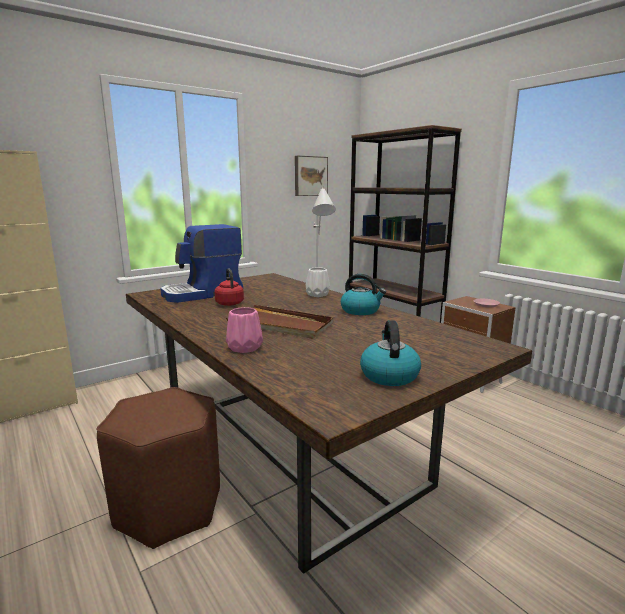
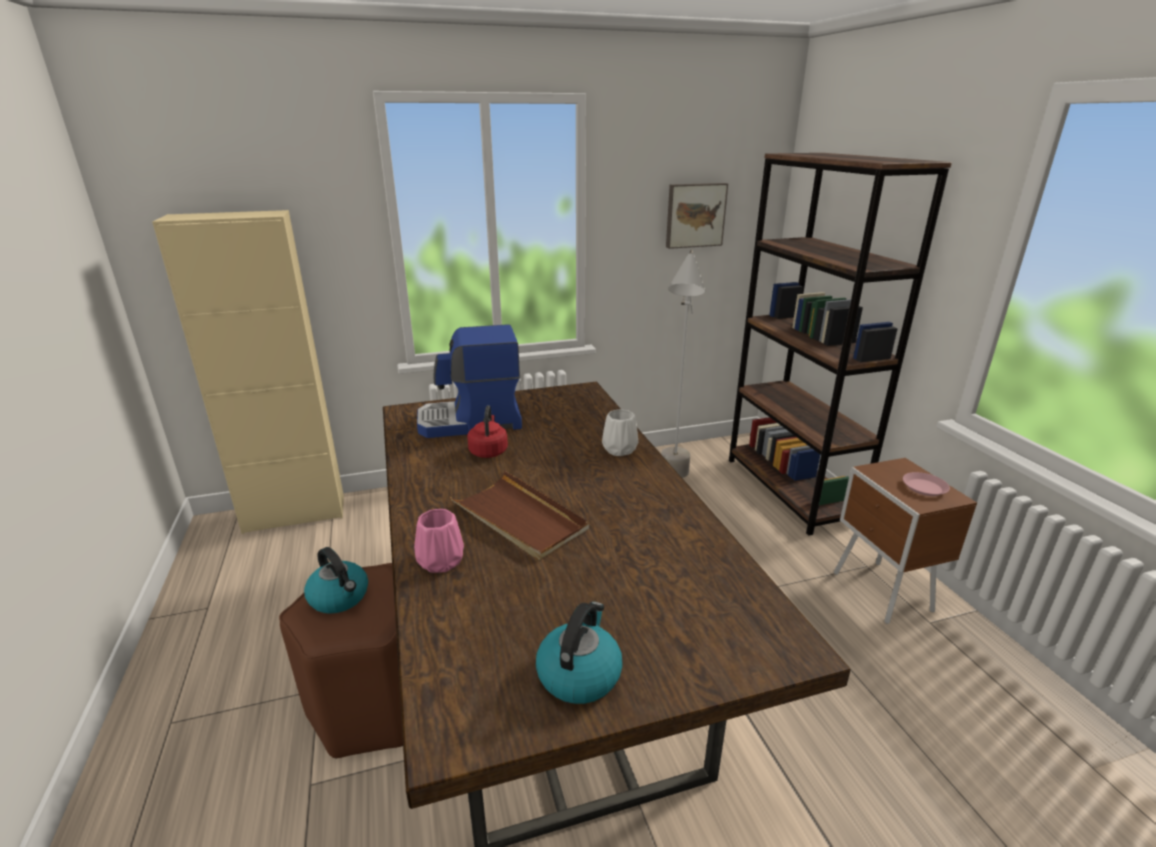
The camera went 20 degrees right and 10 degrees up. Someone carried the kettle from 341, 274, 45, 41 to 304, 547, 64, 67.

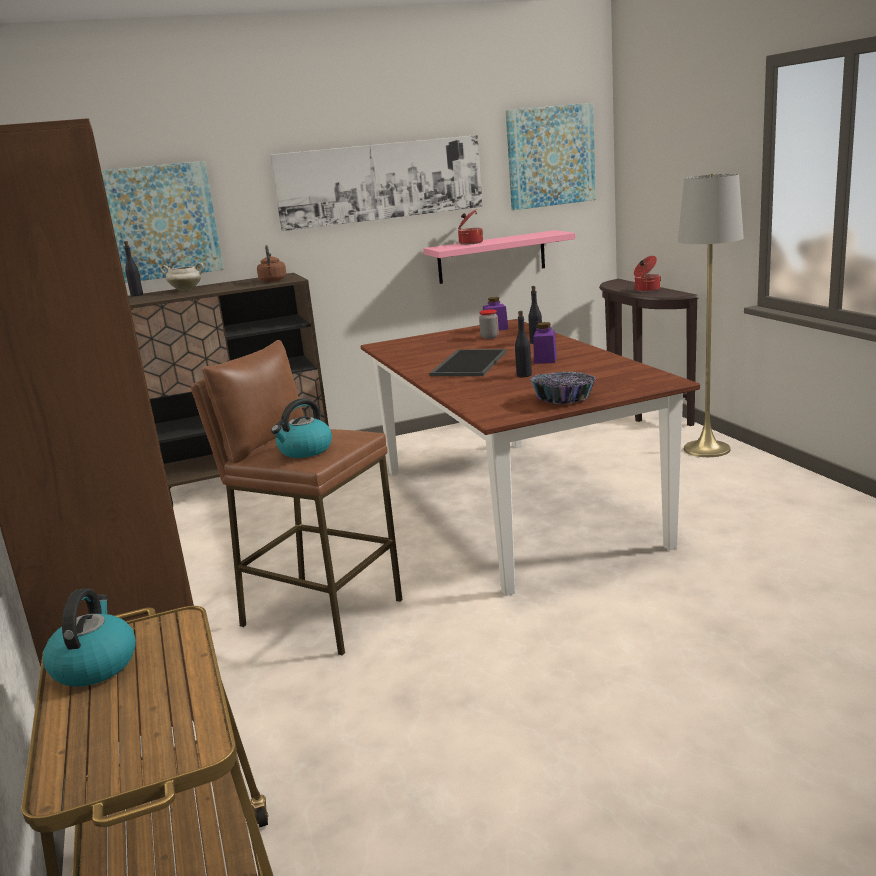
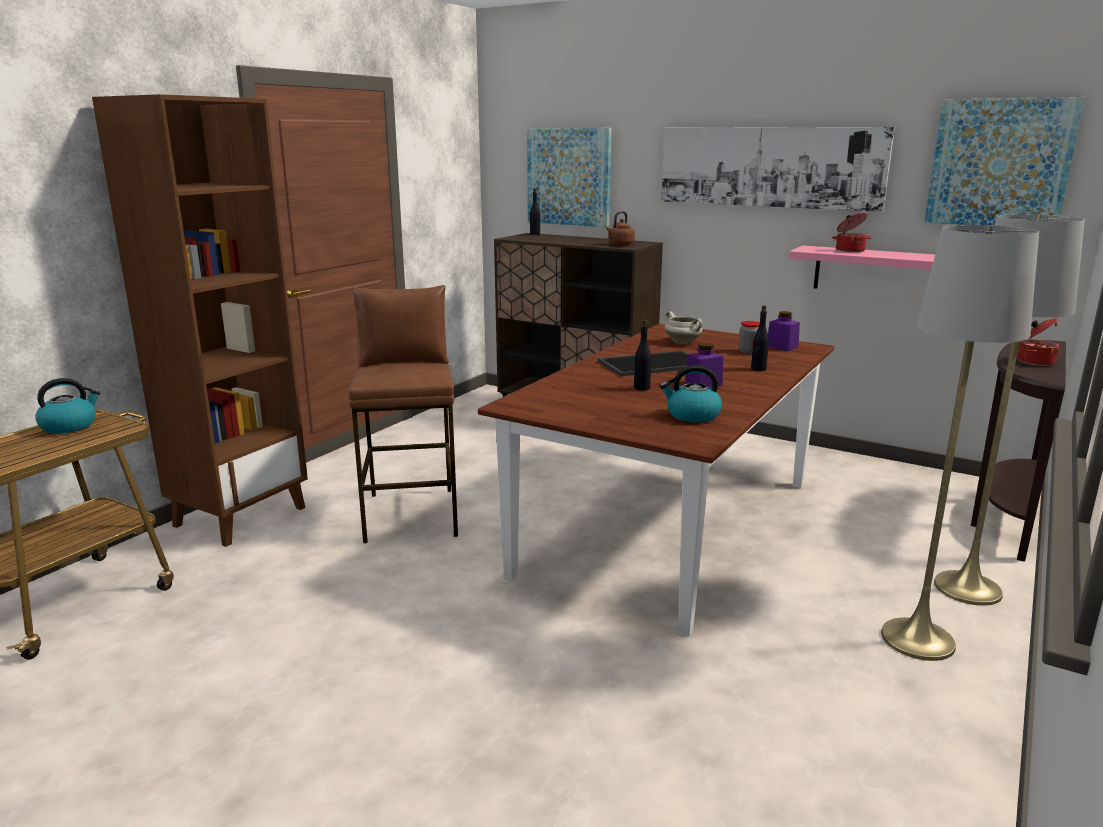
The camera went 50 degrees right and 0 degrees up. Someone carried the white cooking pot from 160, 262, 44, 29 to 664, 311, 39, 33. Someone carried the kettle from 271, 399, 61, 59 to 660, 365, 62, 57. Someone took away the bowl at 530, 372, 66, 32. Someone put down the grey floor lamp at 881, 225, 158, 436.

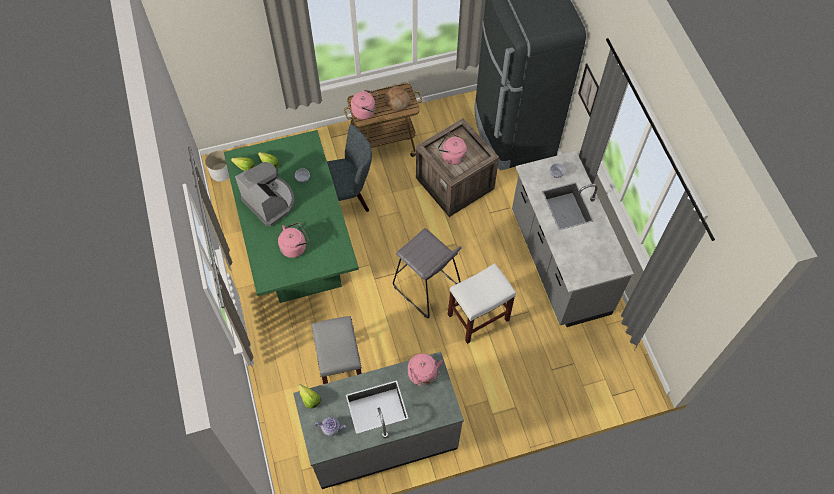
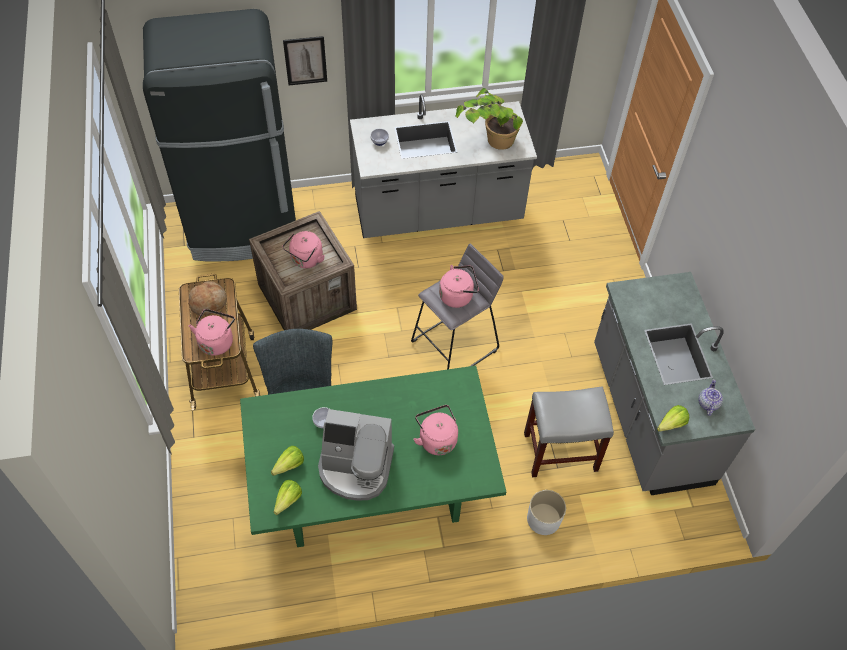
The camera went 85 degrees left and 5 degrees down. Someone carried the white planter from 205, 151, 24, 31 to 527, 490, 39, 45. Someone rotated the coffee machine at 235, 162, 60, 64 by 135 degrees counterclockwise. Someone carried the pink kettle from 408, 354, 35, 32 to 439, 265, 40, 43. Someone took away the white stool at 448, 263, 68, 81. Someone put down the potted plant at 456, 88, 67, 62.

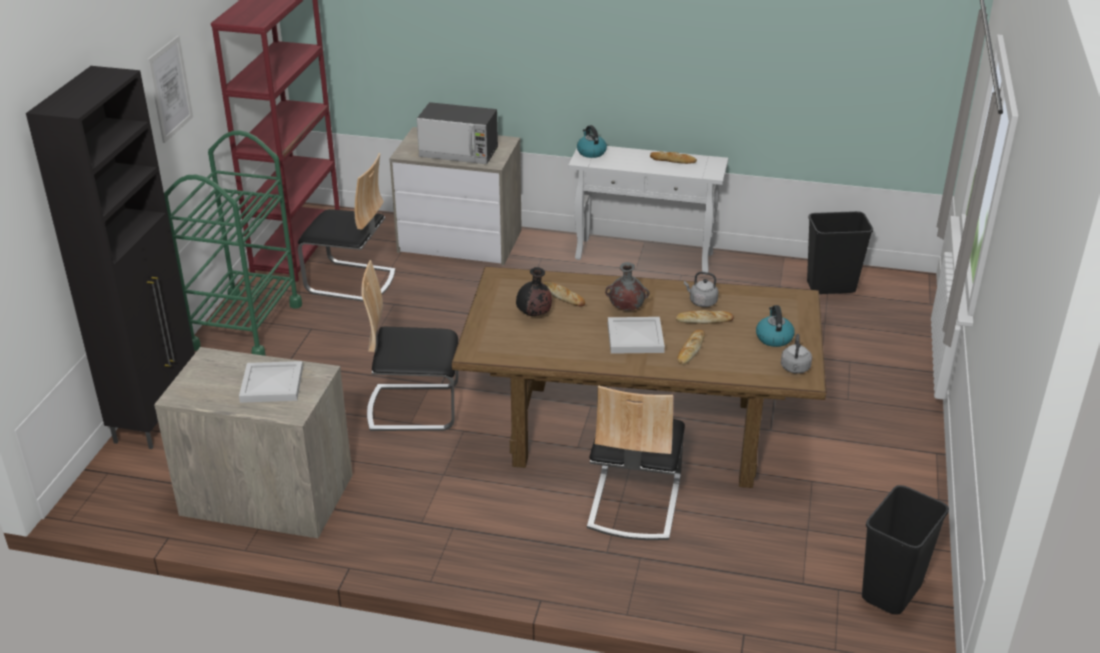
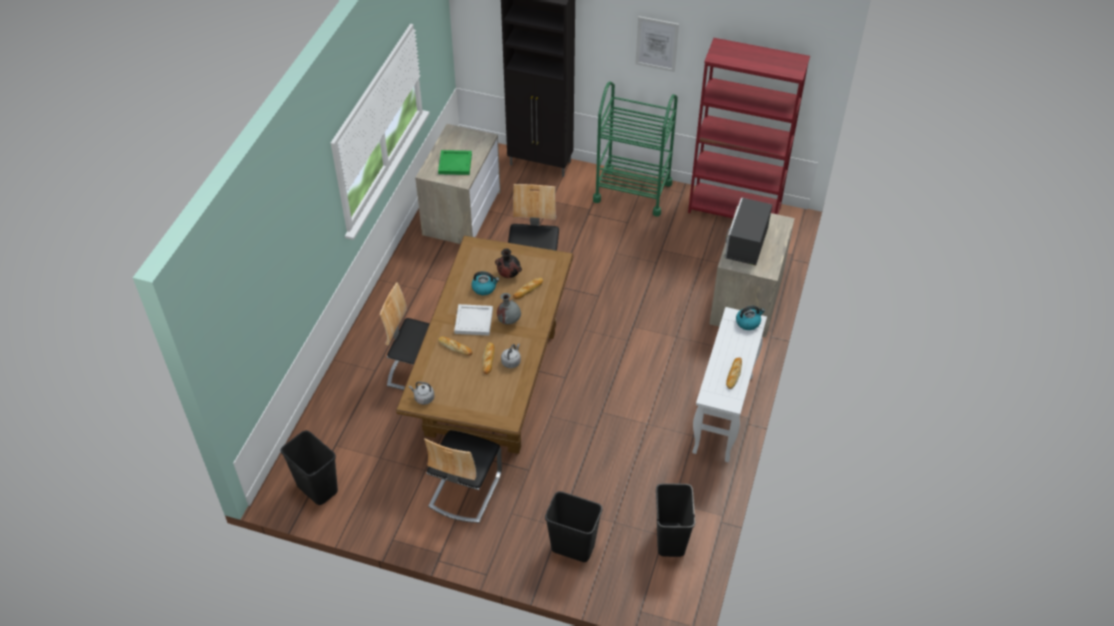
The camera went 95 degrees right and 15 degrees up. Someone repainted the white tray at 239, 361, 64, 42, which became the green tray at 438, 150, 34, 25. Someone carried the chair from 298, 153, 97, 149 to 424, 430, 78, 93. Someone carried the kettle from 756, 305, 39, 42 to 472, 271, 27, 24. Someone put down the black trash can at 545, 491, 58, 71.

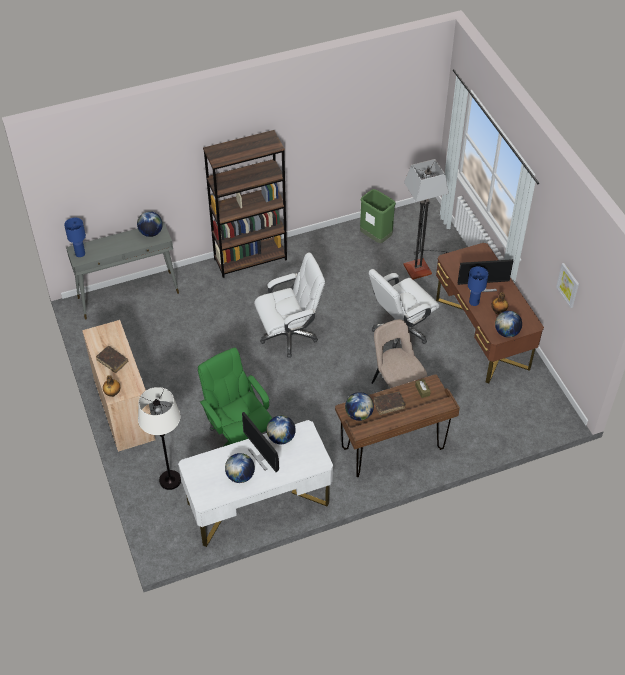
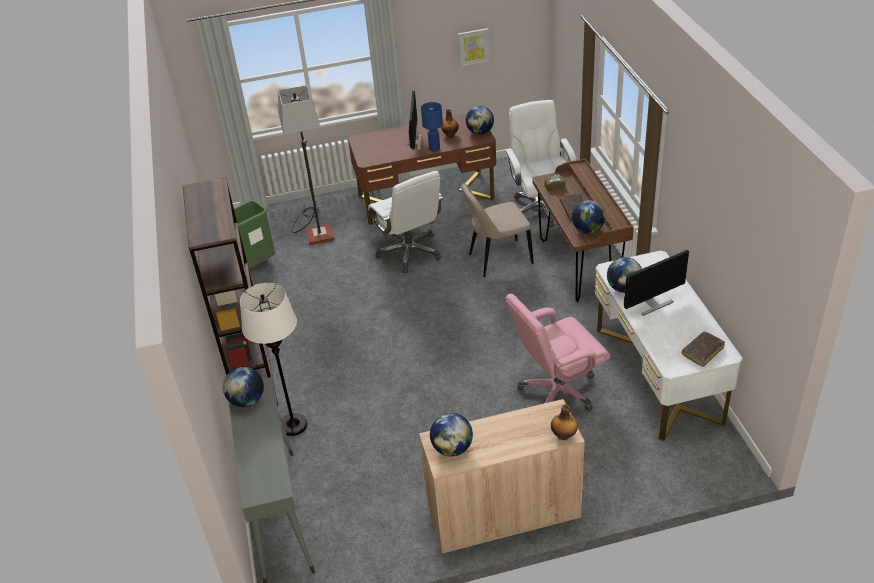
The camera went 80 degrees left and 10 degrees down. Someone took away the blue table lamp at 64, 218, 22, 39. Someone carried the brown book from 96, 346, 32, 27 to 682, 332, 43, 35. Someone carried the white floor lamp from 138, 387, 43, 103 to 240, 283, 68, 153. Someone repainted the green office chair at 198, 347, 74, 100, which became the pink office chair at 506, 294, 104, 117. Someone carried the globe from 225, 453, 30, 30 to 430, 413, 43, 43. Someone carried the white office chair from 254, 252, 71, 106 to 505, 100, 71, 127.

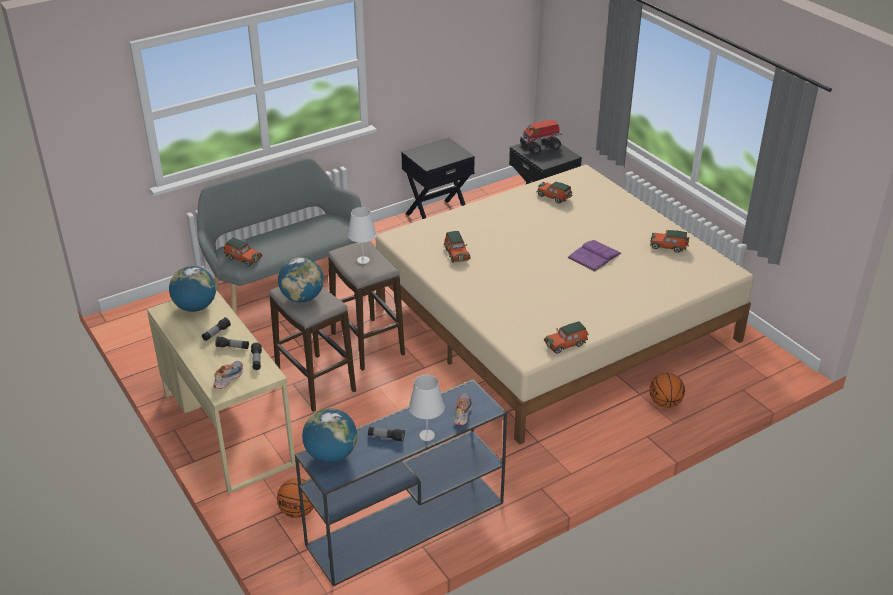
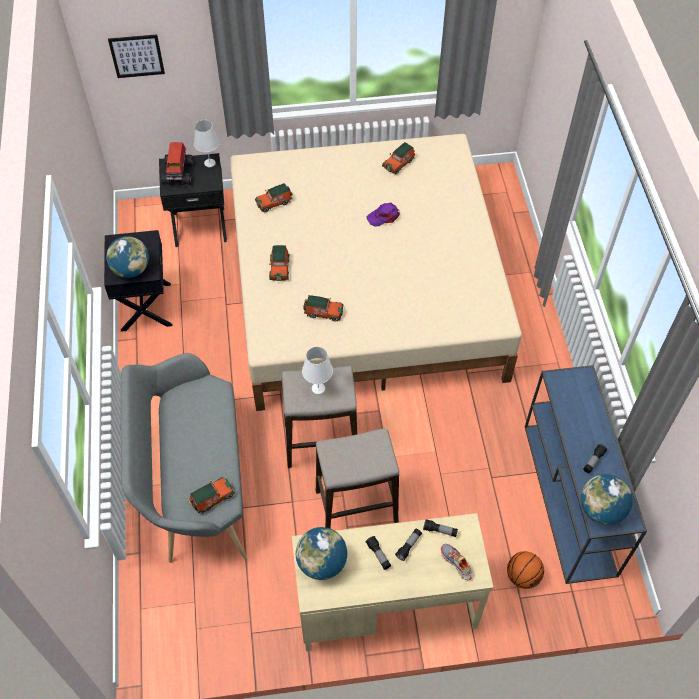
The camera went 65 degrees left and 20 degrees up. Someone carried the globe from 278, 257, 46, 45 to 106, 236, 43, 42. Someone carried the white table lamp from 409, 375, 36, 66 to 194, 120, 26, 47. Someone took away the shoe at 454, 393, 19, 32. Someone carried the toy car from 544, 321, 45, 33 to 269, 245, 21, 36. Someone swapped the purple book at 568, 240, 54, 32 for the purple cap at 367, 203, 33, 24. Someone took away the basketball at 649, 373, 36, 35. Someone put up the picture at 108, 34, 57, 44.

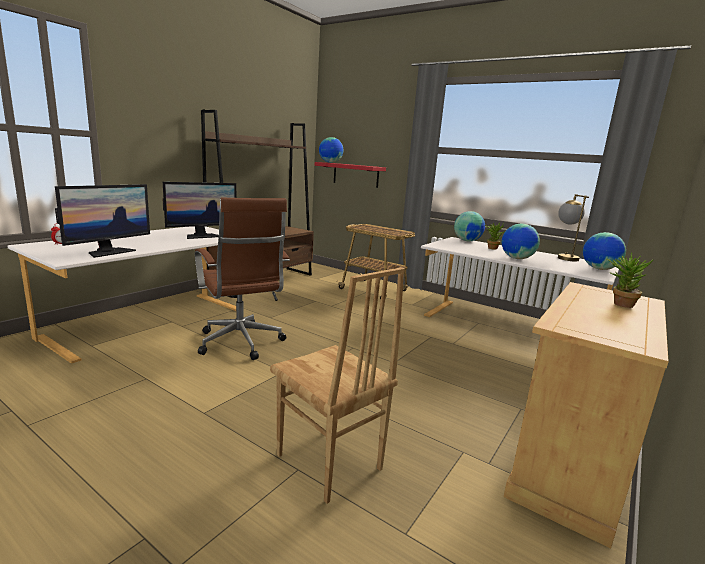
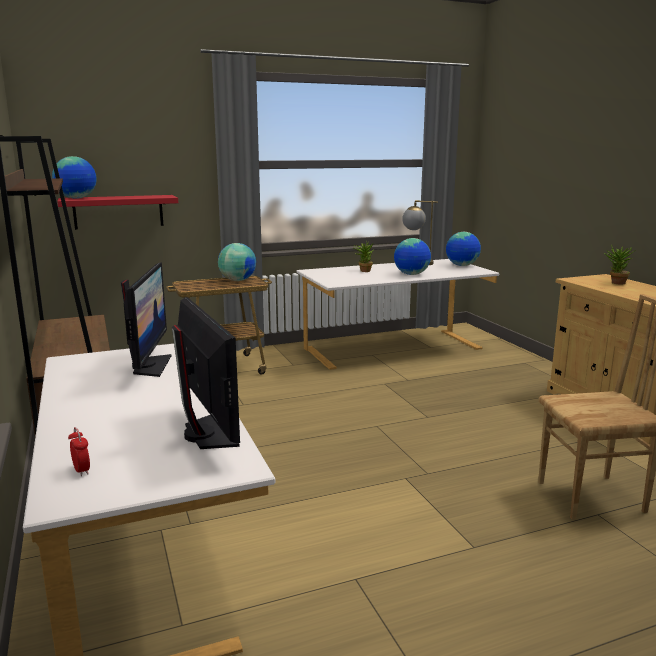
The camera went 55 degrees left and 0 degrees up. Someone took away the brown office chair at 195, 198, 95, 162. Someone carried the globe from 454, 211, 31, 31 to 218, 243, 38, 38.

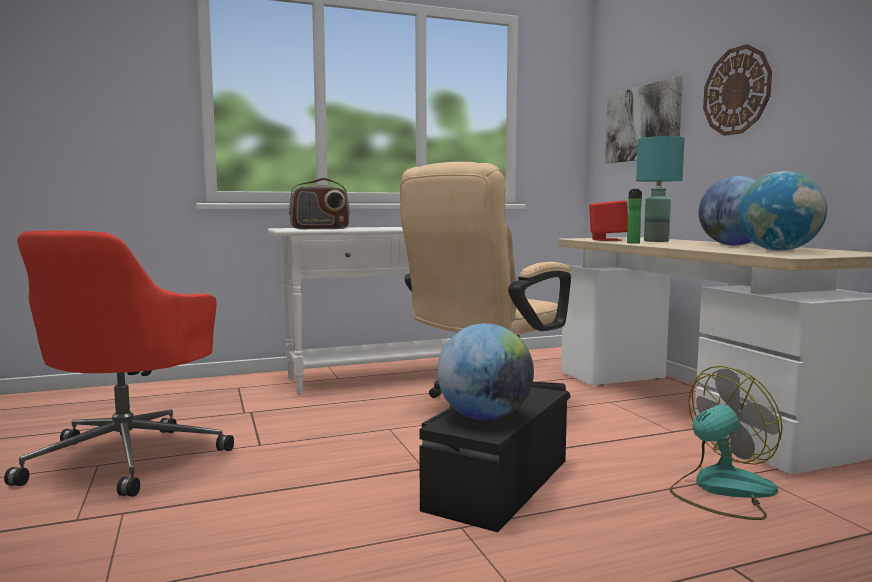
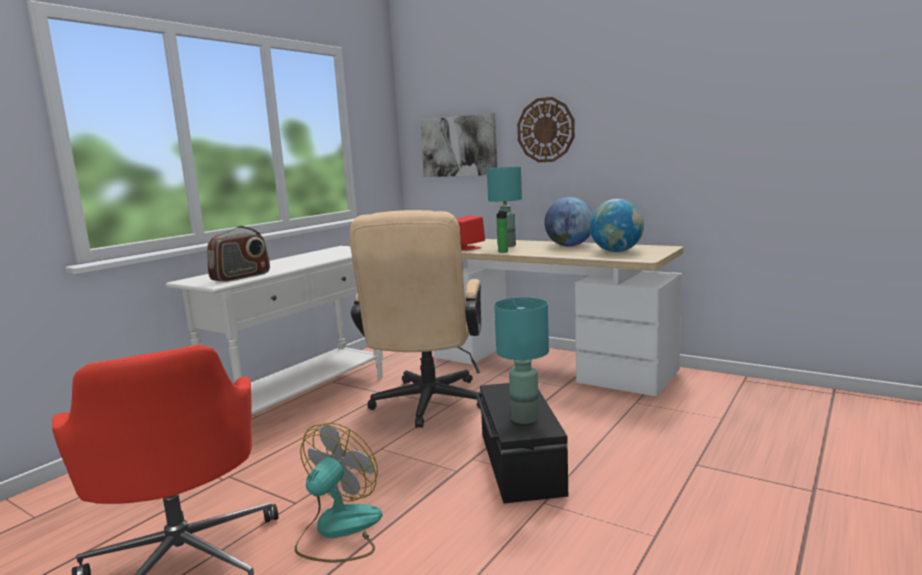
The camera went 35 degrees left and 5 degrees up. Someone swapped the globe at 437, 323, 97, 97 for the turquoise table lamp at 494, 297, 55, 127. Someone carried the fan from 669, 366, 114, 154 to 295, 423, 87, 140.

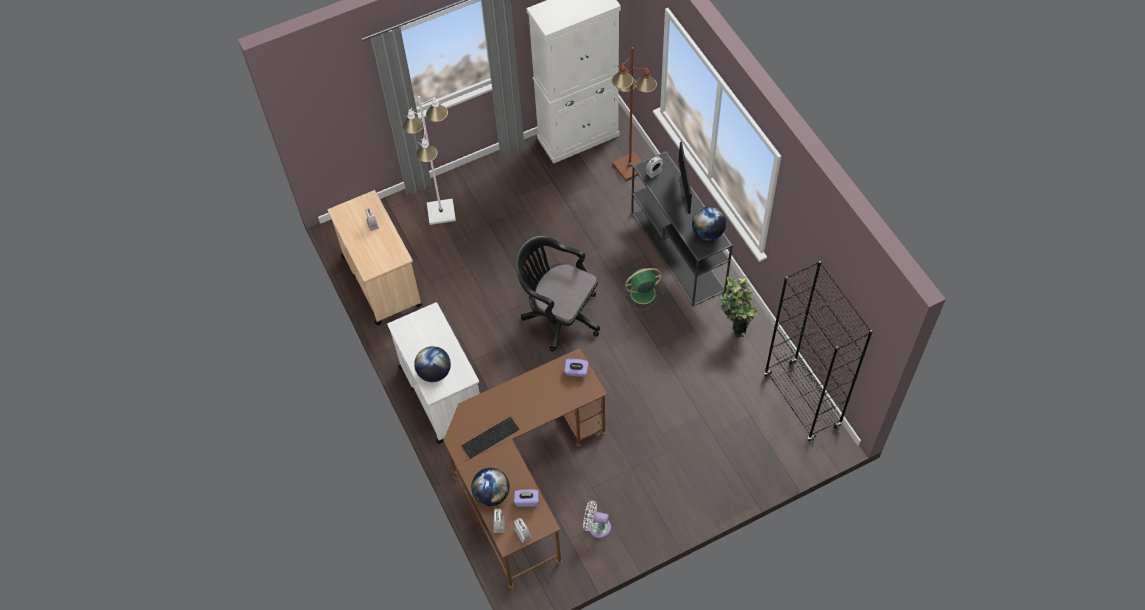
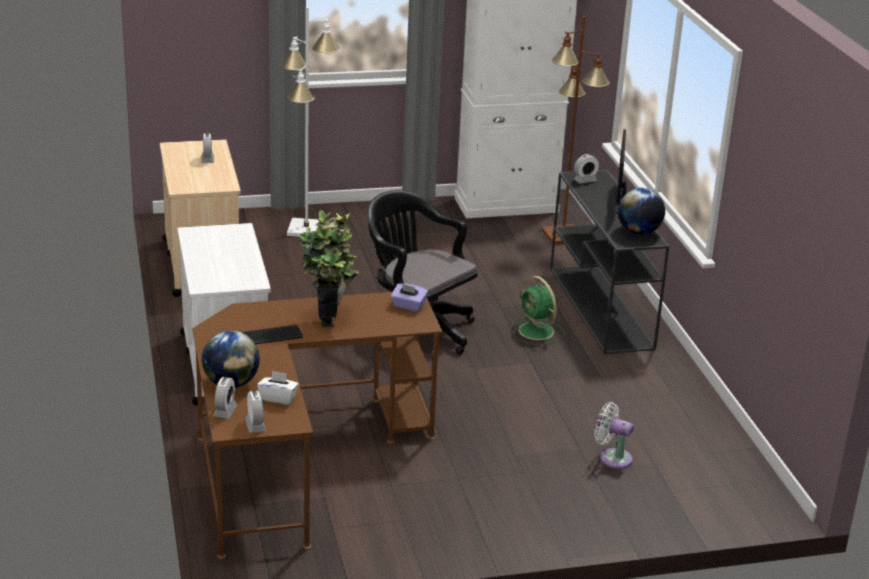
The camera went 10 degrees right and 30 degrees down. Someone took away the globe at 414, 346, 37, 36. Someone repainted the purple tissue box at 514, 489, 25, 18, which became the white tissue box at 257, 371, 42, 34. Someone carried the white fan from 583, 501, 28, 37 to 594, 402, 40, 67. Someone rotated the green fan at 624, 268, 40, 42 by 120 degrees counterclockwise. Someone carried the potted plant from 719, 276, 39, 62 to 299, 210, 60, 117. Someone took away the black bookcase at 764, 261, 109, 181.

